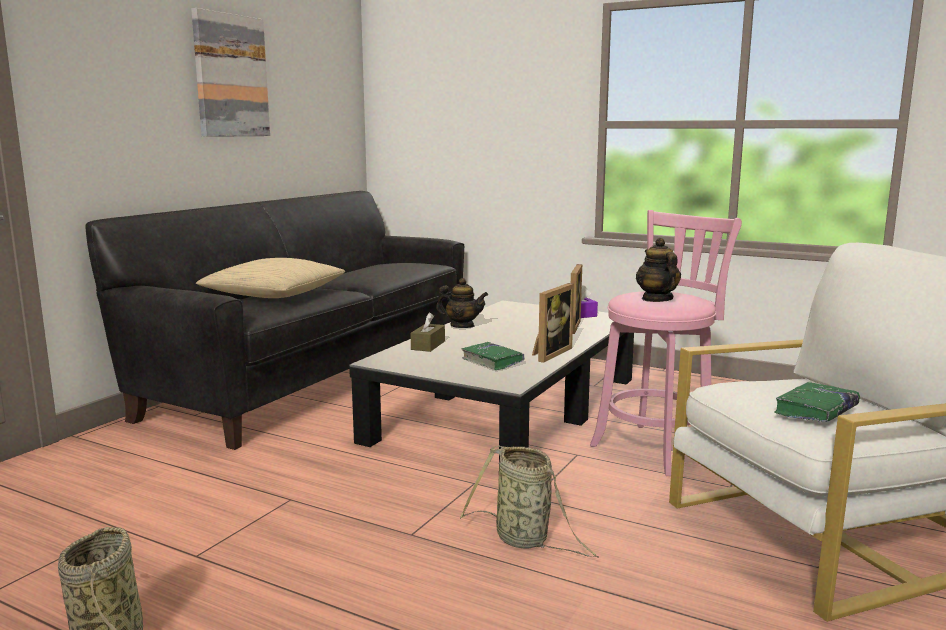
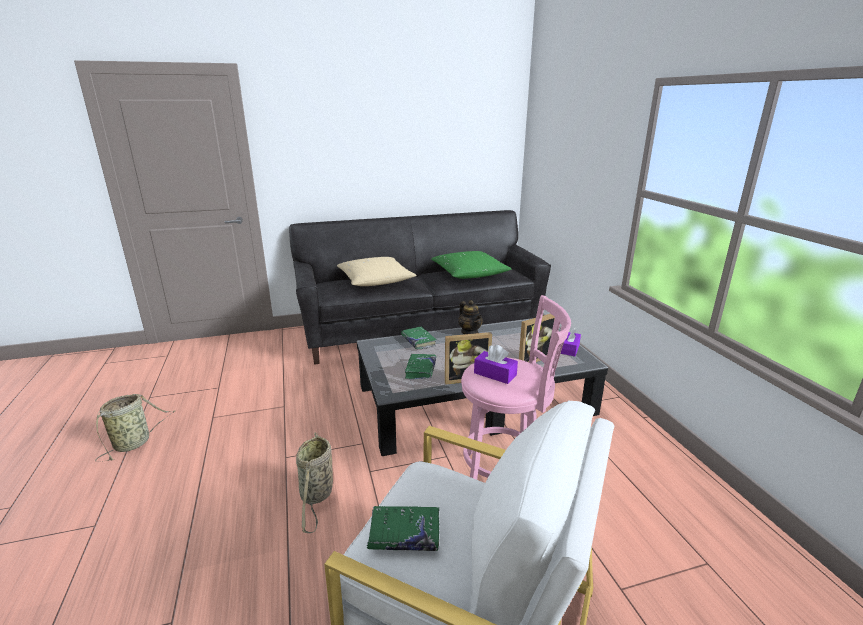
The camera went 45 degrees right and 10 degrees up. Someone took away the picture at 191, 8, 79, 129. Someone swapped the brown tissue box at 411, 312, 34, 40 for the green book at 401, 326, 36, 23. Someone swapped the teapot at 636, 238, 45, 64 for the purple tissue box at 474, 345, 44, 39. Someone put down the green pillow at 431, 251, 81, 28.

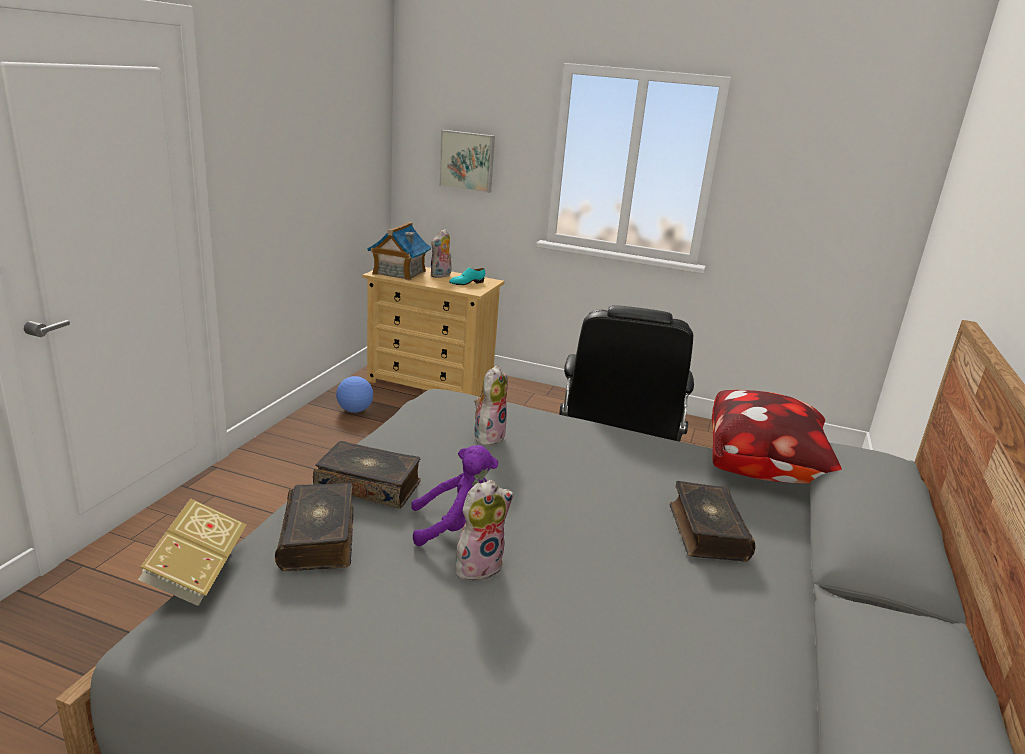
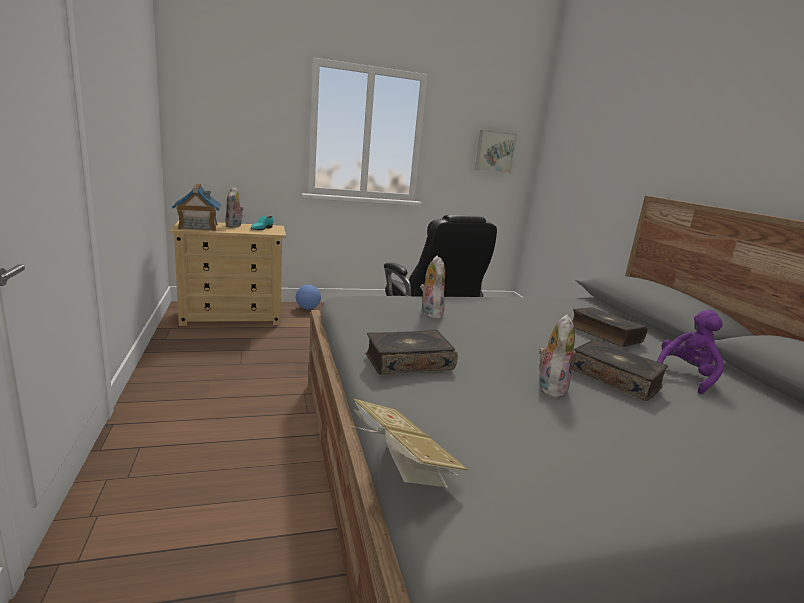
The camera went 35 degrees left and 5 degrees down. Someone carried the book from 275, 483, 79, 88 to 571, 339, 97, 62. Someone carried the football from 336, 376, 37, 37 to 296, 285, 25, 25. Someone carried the purple plush toy from 411, 445, 87, 101 to 657, 310, 67, 84. Someone carried the picture from 439, 130, 56, 63 to 475, 130, 42, 43. Someone took away the pillow at 712, 390, 130, 93.

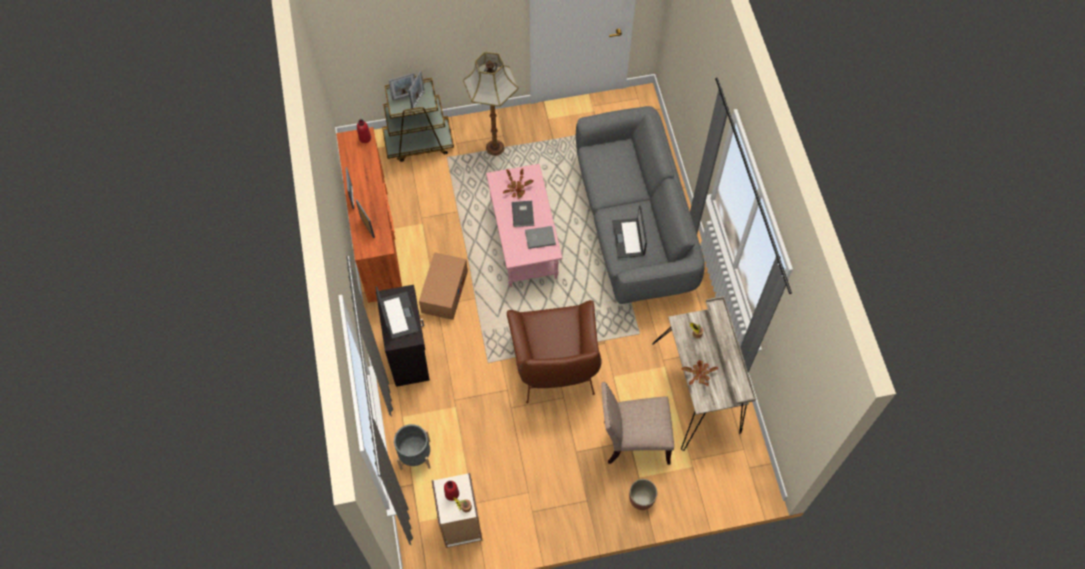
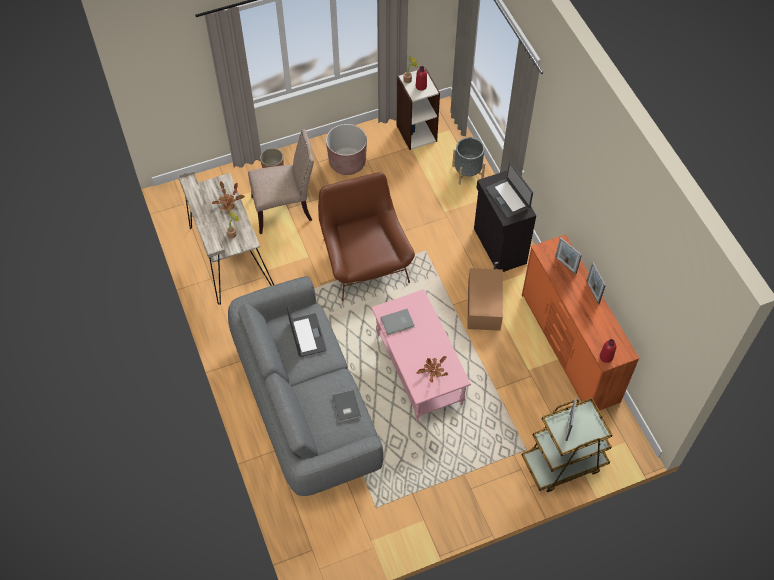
The camera went 170 degrees right and 5 degrees down. Someone took away the picture frame at 389, 73, 26, 27. Someone took away the floor lamp at 463, 52, 56, 104. Someone carried the grey book from 512, 201, 22, 26 to 332, 390, 29, 33. Someone put down the brown planter at 326, 124, 41, 51.

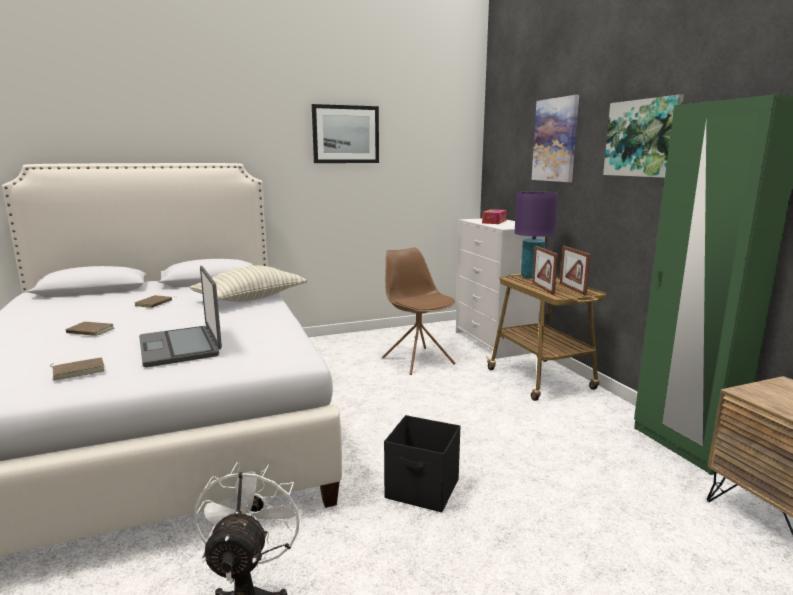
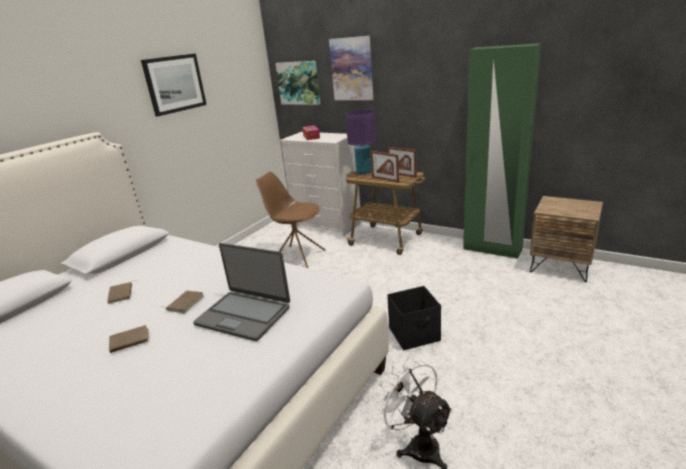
The camera went 35 degrees left and 10 degrees up. Someone carried the brown book from 50, 358, 54, 23 to 161, 291, 43, 22. Someone took away the pillow at 190, 266, 117, 36. Someone carried the picture from 603, 95, 81, 83 to 275, 61, 45, 44.

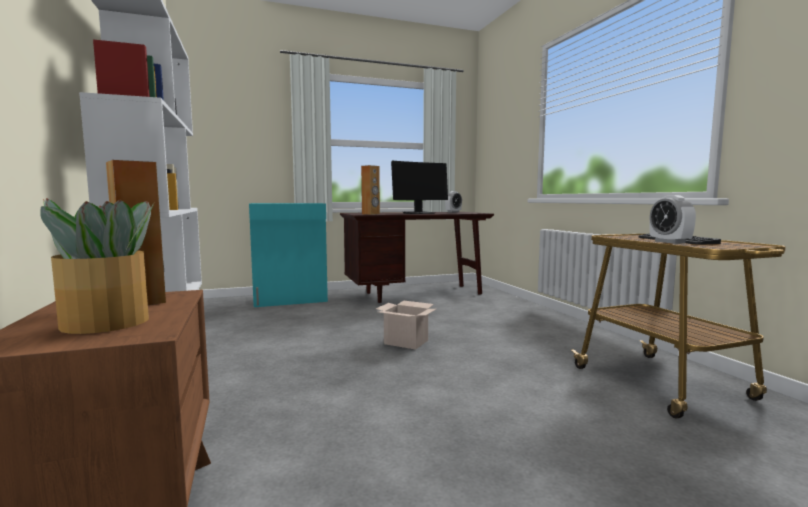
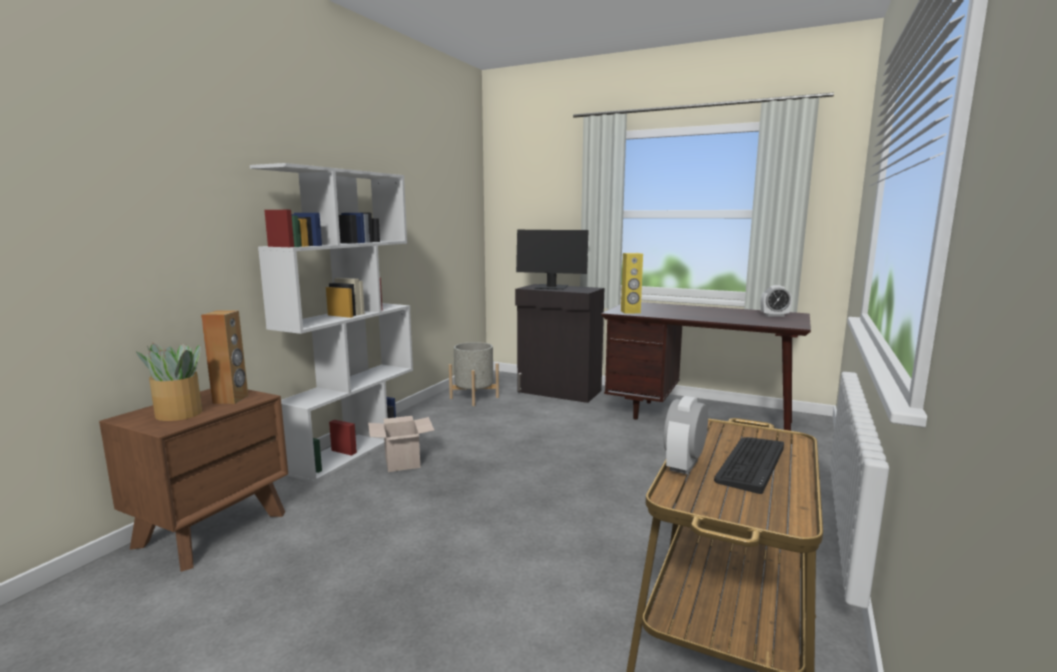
The camera went 45 degrees right and 5 degrees up. Someone repainted the turquoise cabinet at 249, 203, 79, 104, which became the black cabinet at 515, 284, 89, 119. Someone repainted the brown speaker at 361, 165, 19, 50, which became the yellow speaker at 621, 253, 22, 61. Someone carried the cardboard box from 376, 300, 60, 50 to 368, 416, 66, 56. Someone carried the monitor from 391, 161, 57, 53 to 516, 230, 73, 60. Someone put down the grey planter at 449, 342, 50, 64.

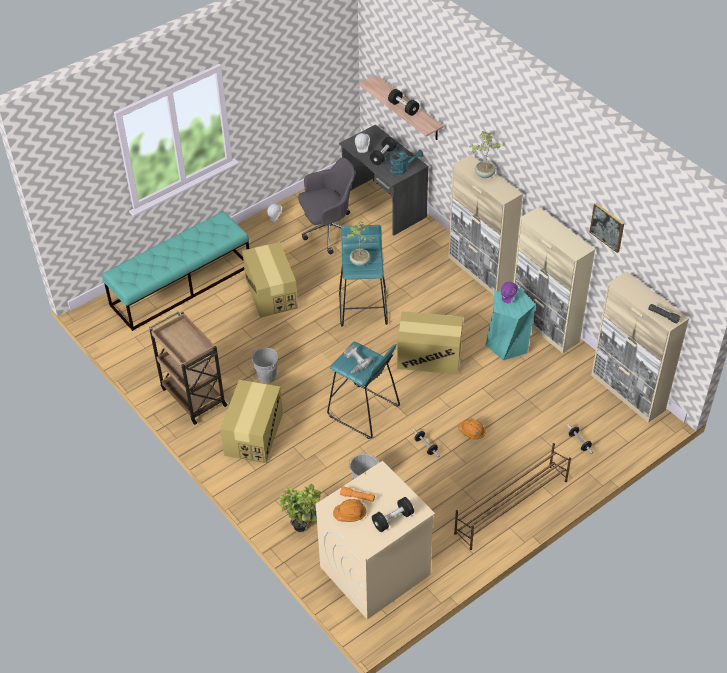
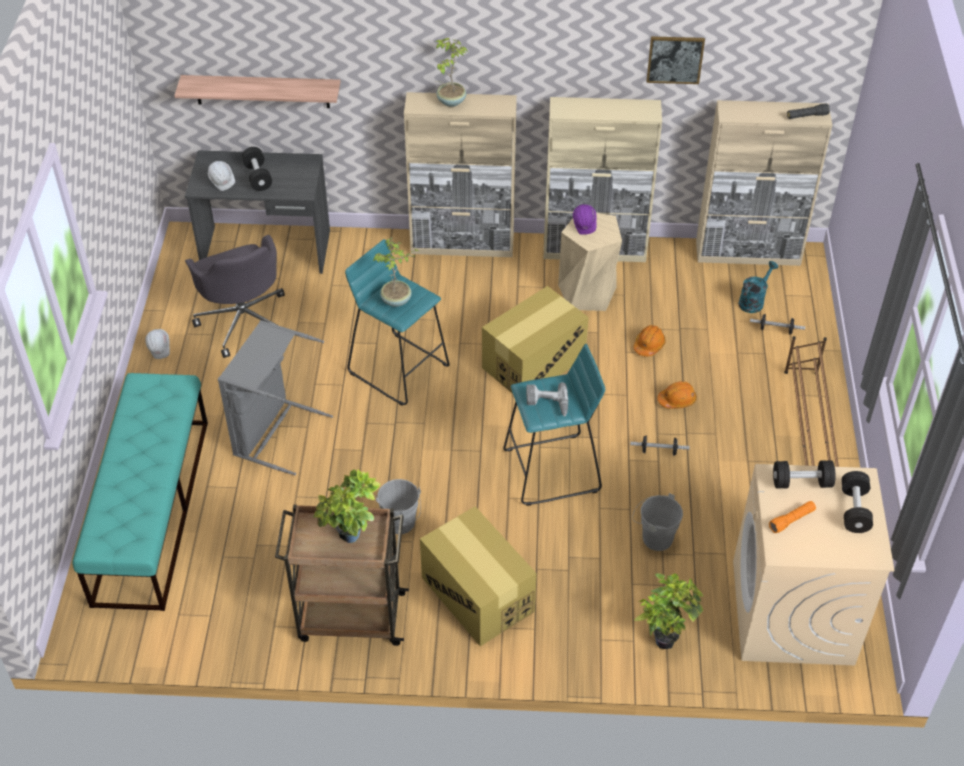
The camera went 50 degrees left and 0 degrees up. Someone swapped the cardboard box at 242, 242, 56, 76 for the grey laundry basket at 218, 320, 115, 156. Someone rotated the grey office chair at 298, 158, 57, 96 by 135 degrees clockwise. Someone carried the orange hard hat from 333, 499, 33, 23 to 634, 325, 32, 32. Someone carried the turquoise watering can from 385, 150, 38, 25 to 738, 261, 40, 52. Someone carried the black dumbbell from 388, 89, 31, 27 to 773, 460, 63, 28. Someone repainted the turquoise stool at 486, 288, 49, 73, which became the beige stool at 558, 213, 64, 98. Someone put down the potted plant at 313, 470, 67, 73.

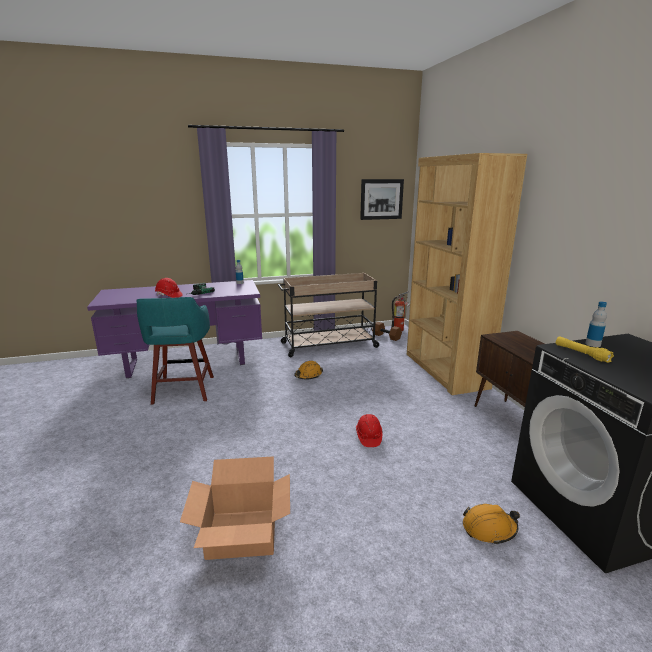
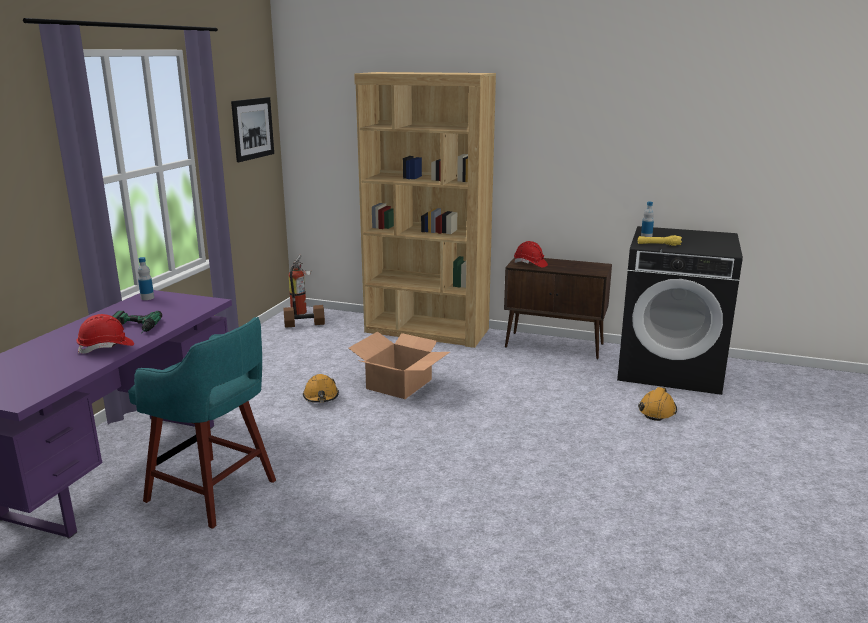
The camera went 55 degrees left and 0 degrees up. Someone carried the cardboard box from 180, 456, 110, 104 to 349, 331, 101, 68. Someone took away the beige cart at 278, 273, 103, 84. Someone carried the red hard hat from 356, 414, 26, 33 to 514, 241, 34, 27.

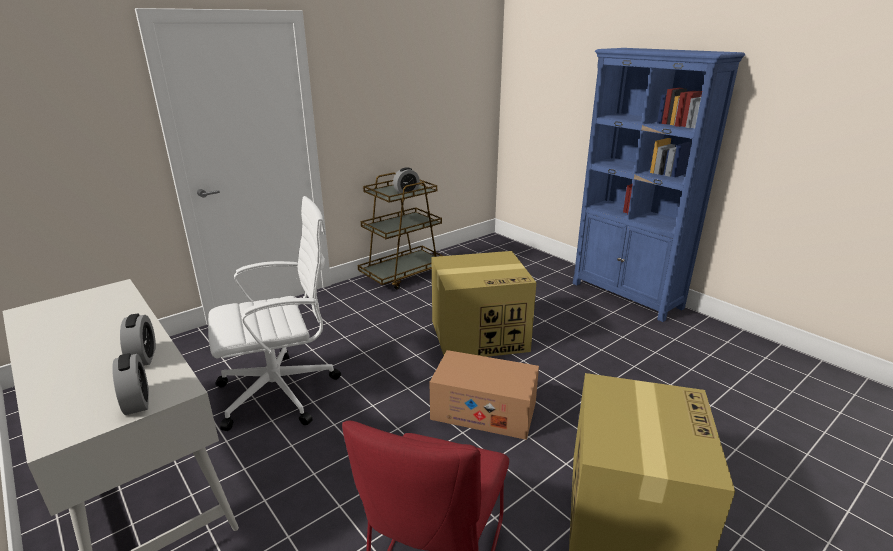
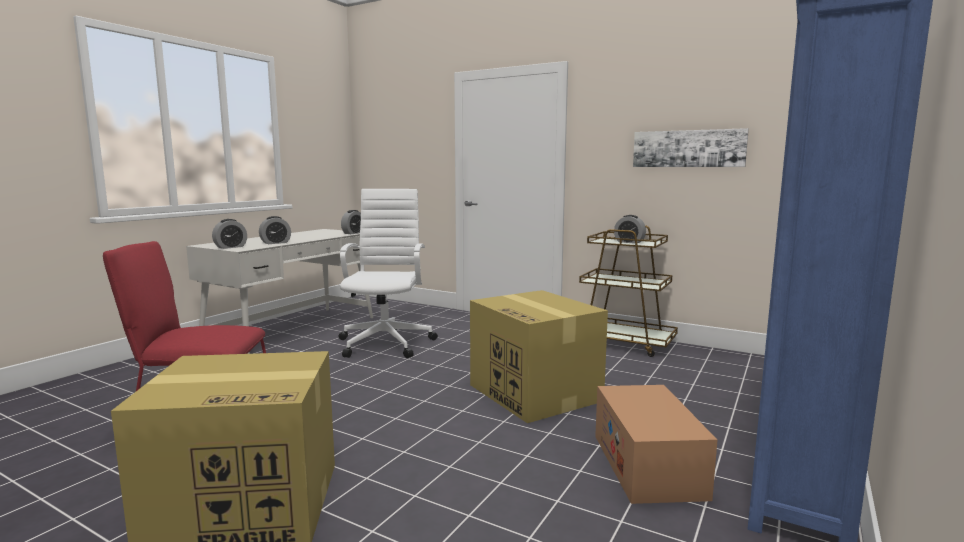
The camera went 70 degrees right and 15 degrees down. Someone rotated the white office chair at 208, 196, 133, 235 by 135 degrees counterclockwise. Someone carried the cardboard box from 430, 350, 109, 90 to 595, 385, 122, 119. Someone put down the alarm clock at 341, 210, 20, 24. Someone put up the picture at 633, 128, 116, 39.

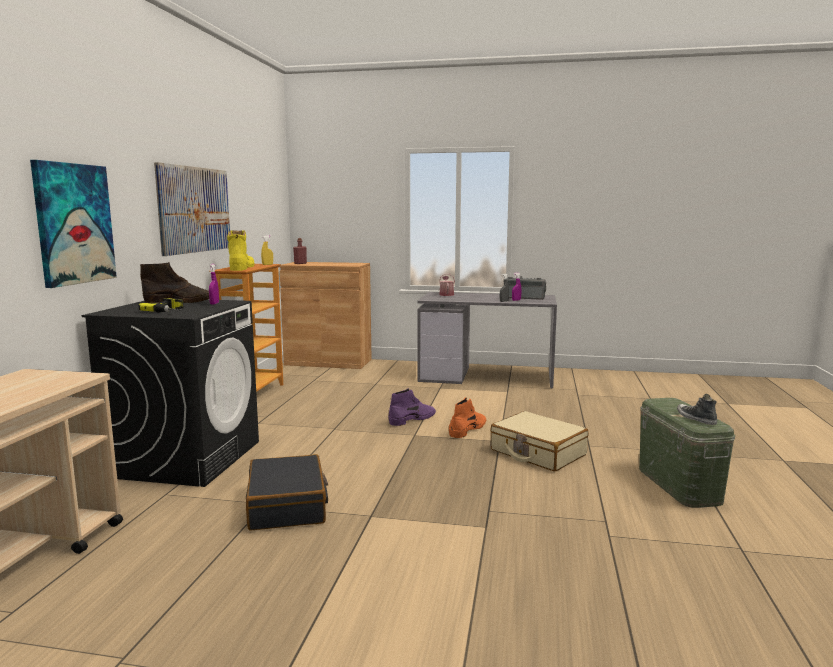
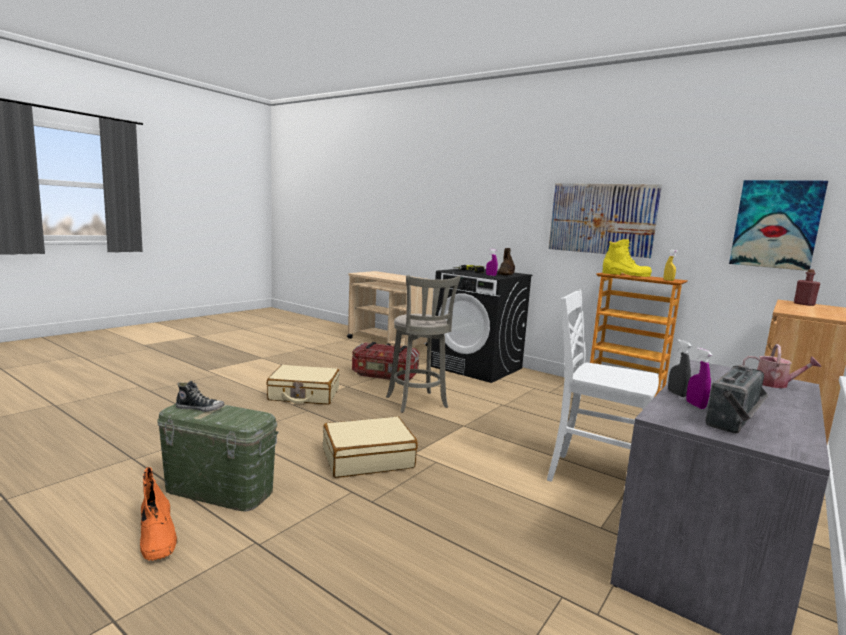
The camera went 115 degrees right and 0 degrees up. Someone carried the picture from 30, 160, 87, 128 to 729, 180, 99, 91. Someone swapped the black suitcase at 246, 454, 82, 76 for the storage box at 352, 342, 67, 39. Someone took away the purple boot at 388, 388, 48, 38. Someone carried the orange boot from 449, 397, 37, 41 to 140, 467, 37, 94. Someone put down the beige suitcase at 267, 365, 72, 40. Someone put down the grey stool at 386, 275, 74, 138. Someone put down the white chair at 547, 290, 112, 192.

